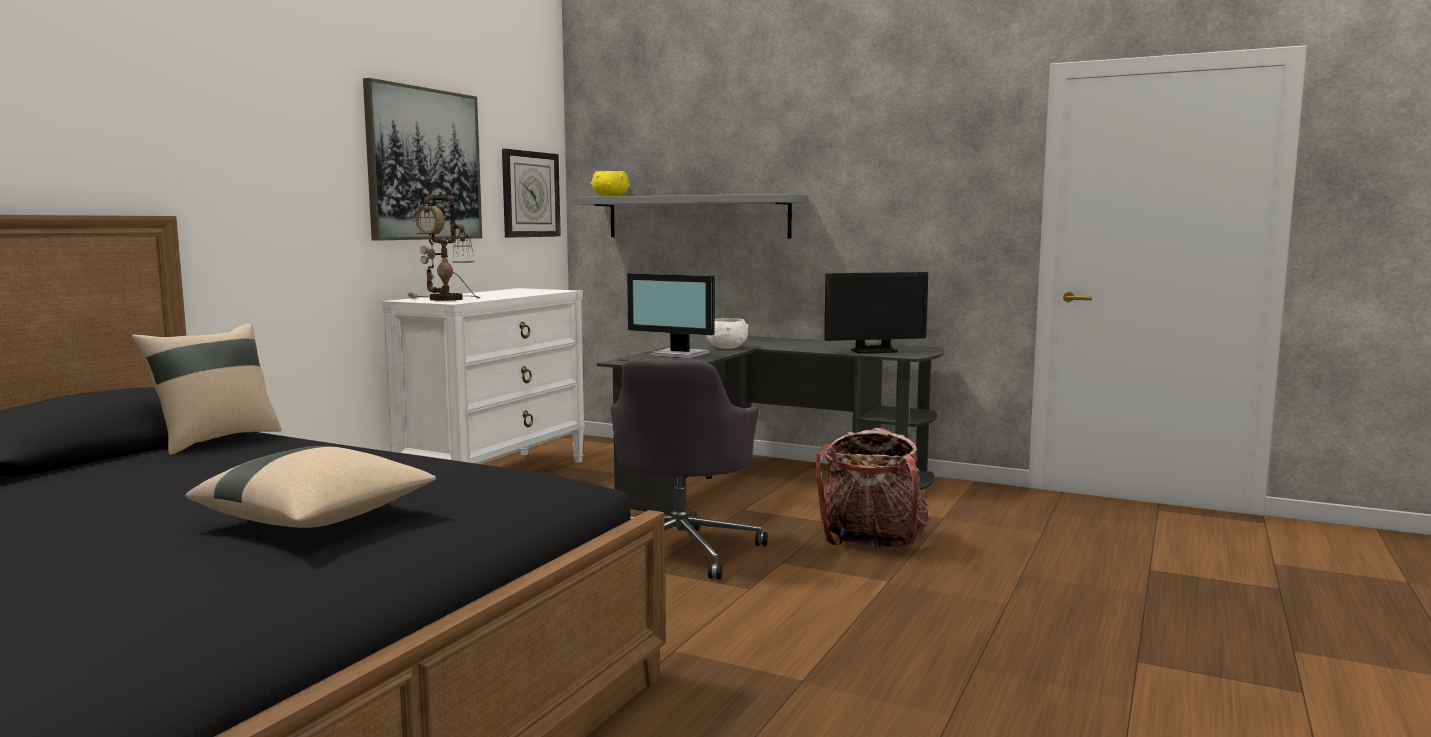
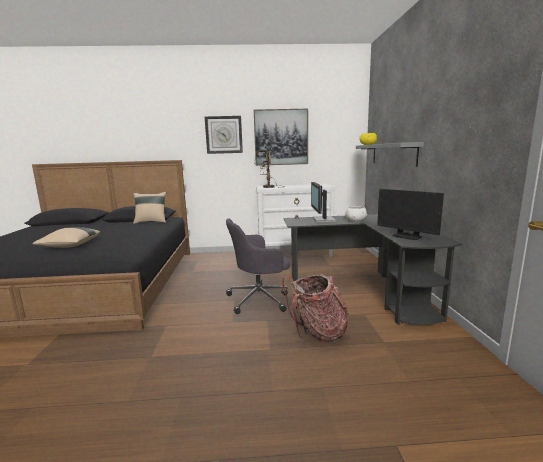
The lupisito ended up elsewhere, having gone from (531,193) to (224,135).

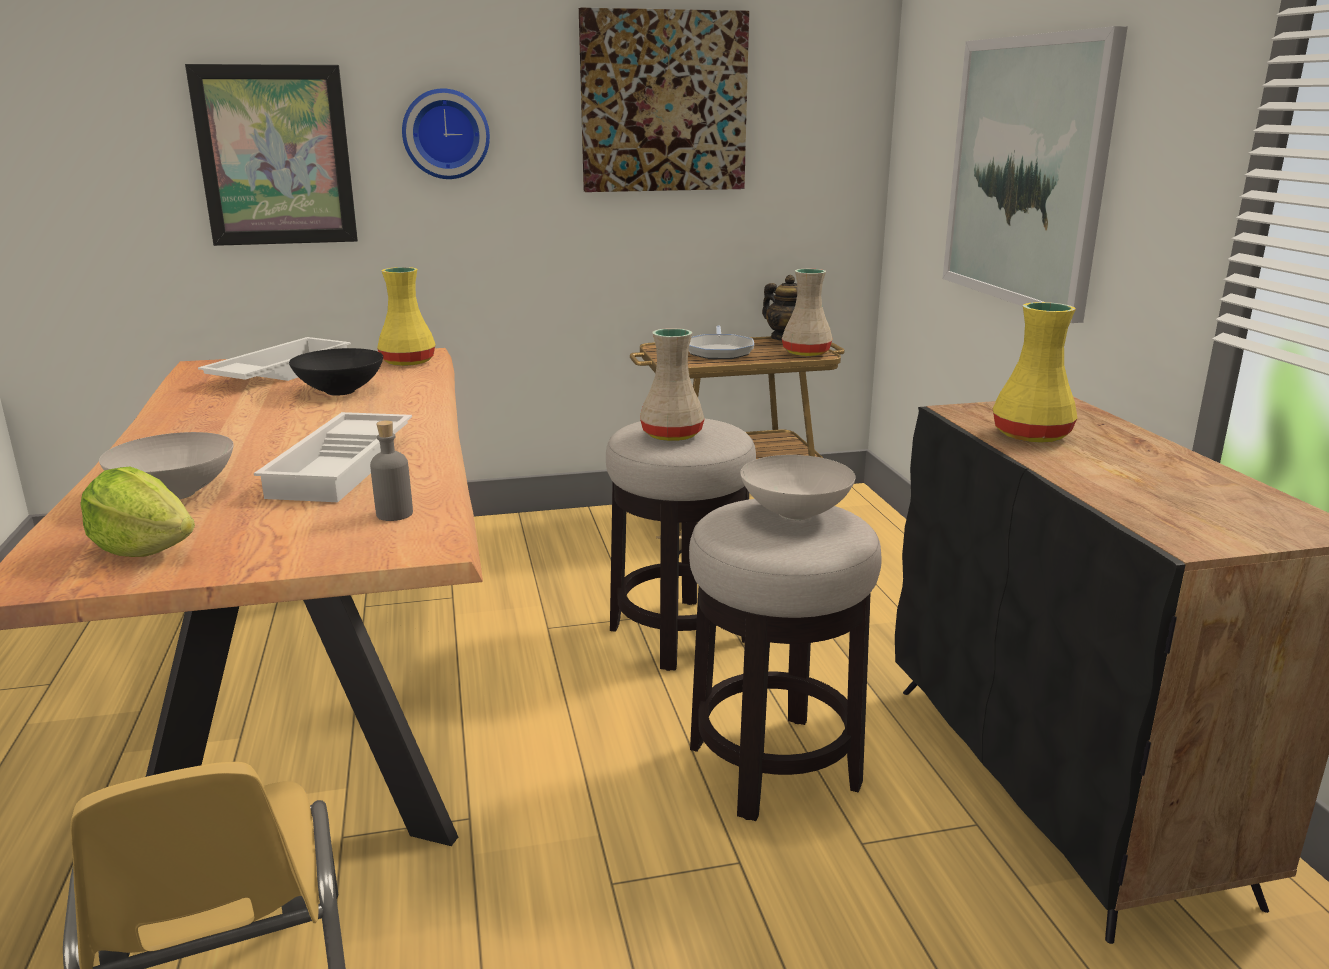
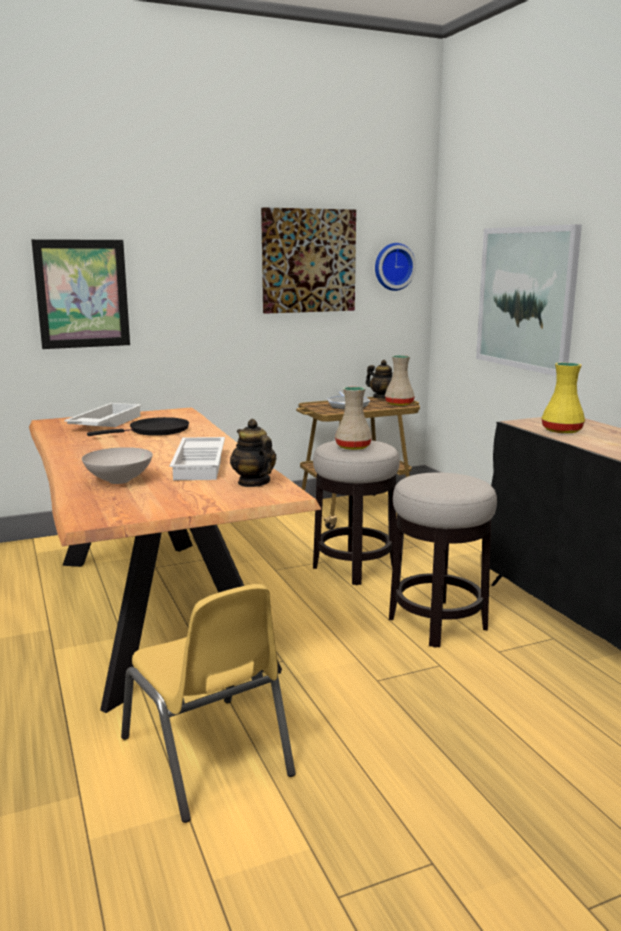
The second view lost the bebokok at (137,512).
The second view lost the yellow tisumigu at (406,316).
The second view lost the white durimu at (797,487).
The lupisito ended up elsewhere, having gone from (446,133) to (395,267).
Where the black durimu stood at (336,372), the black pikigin came to stand at (138,426).
Where the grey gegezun stood at (391,470), the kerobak came to stand at (253,453).

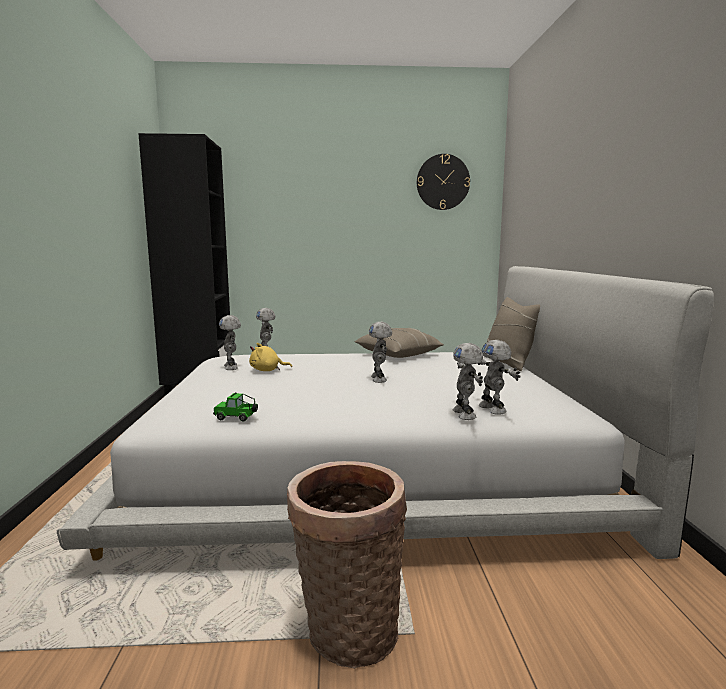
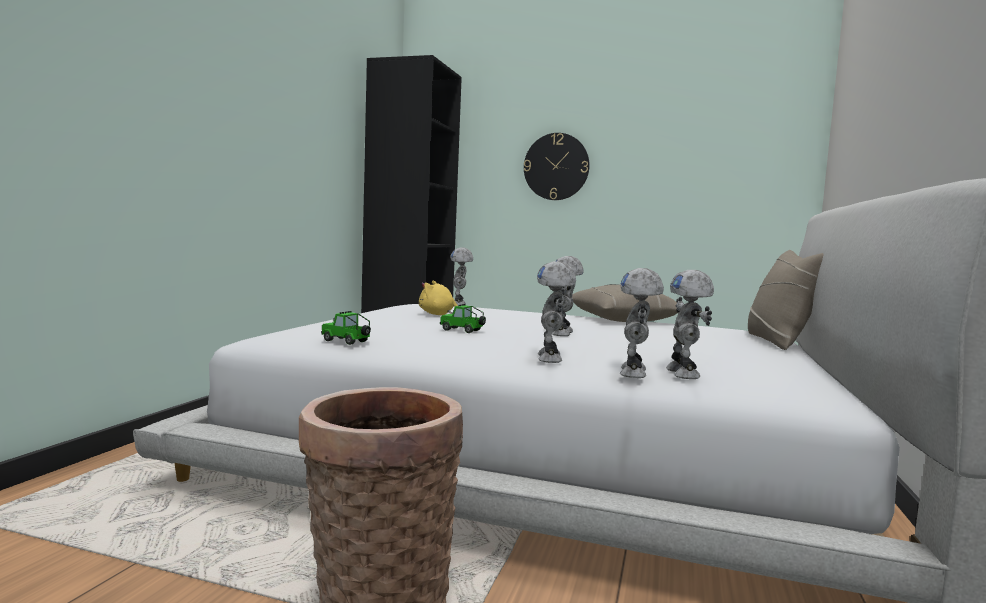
The second view gained the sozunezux at (463,318).
The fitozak ended up elsewhere, having gone from (230,342) to (556,312).
The lupisito ended up elsewhere, having gone from (443,182) to (557,166).

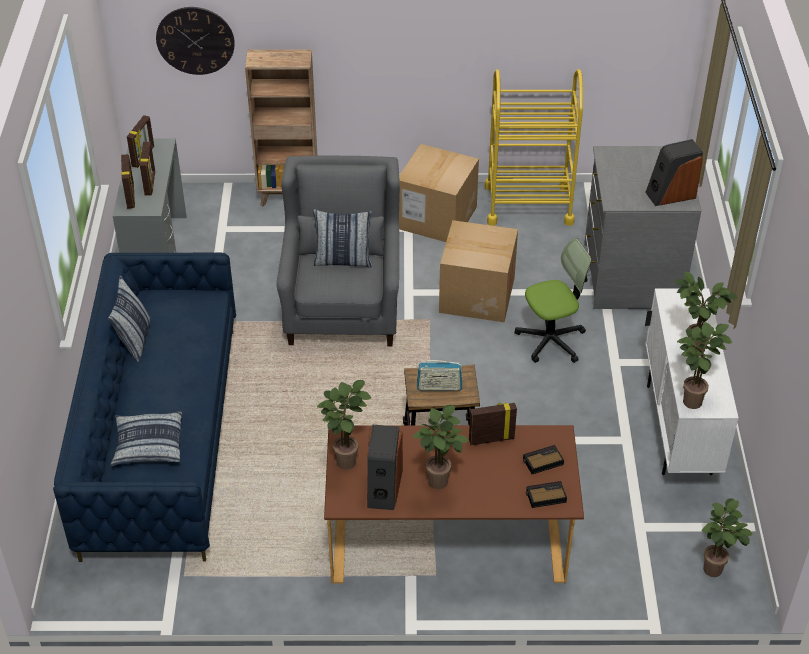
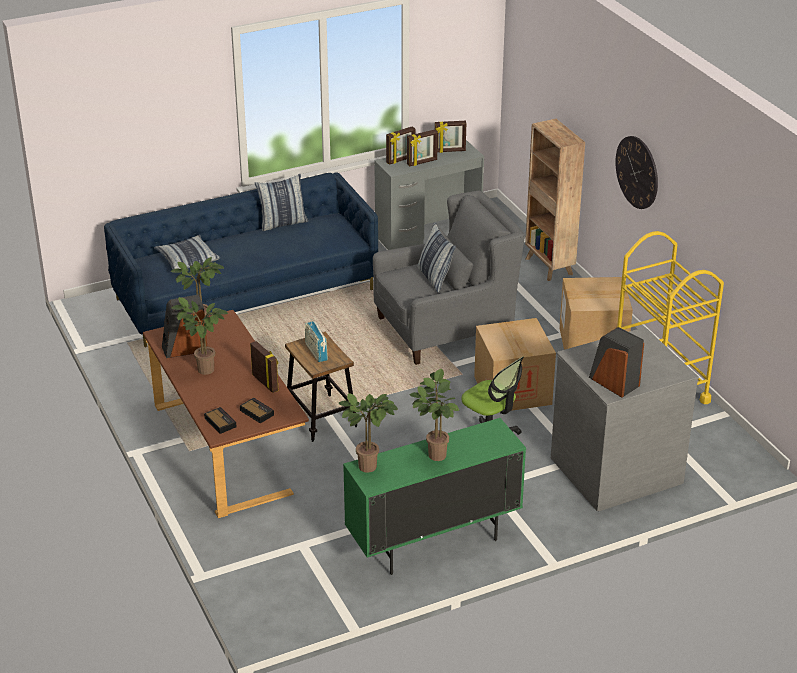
The second view lost the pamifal at (727,537).
The lupisito ended up elsewhere, having gone from (195,41) to (636,172).
What was the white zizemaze at (692,381) turned into the green zizemaze at (434,496).

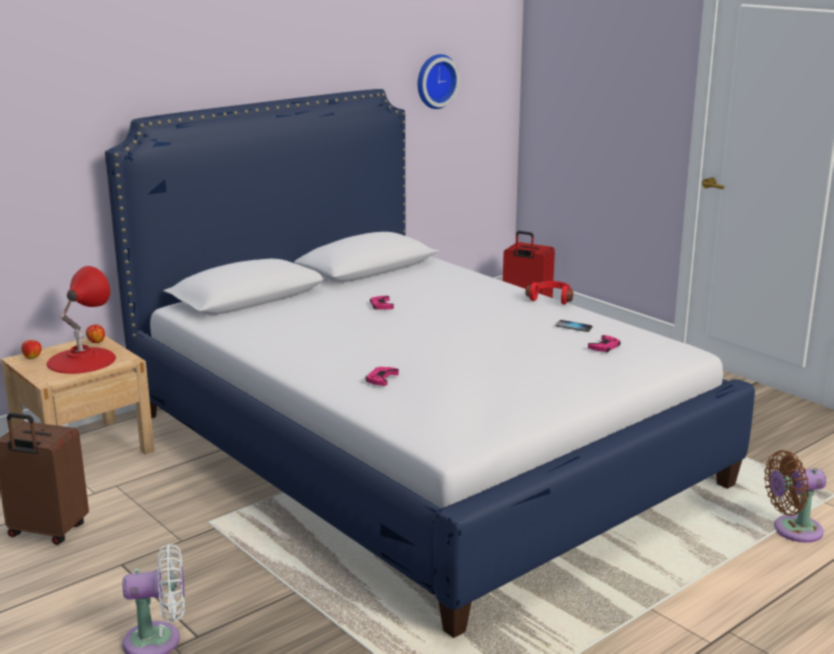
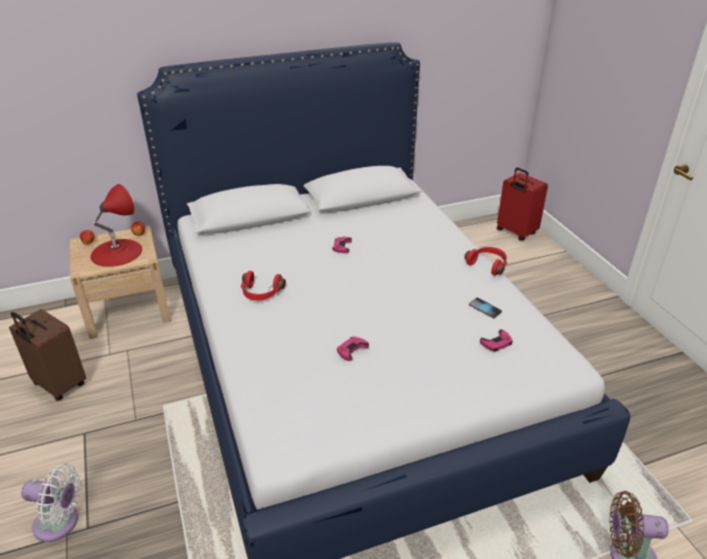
The second view lost the lupisito at (439,81).
The second view gained the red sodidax at (263,286).
The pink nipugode ended up elsewhere, having gone from (382,376) to (353,349).

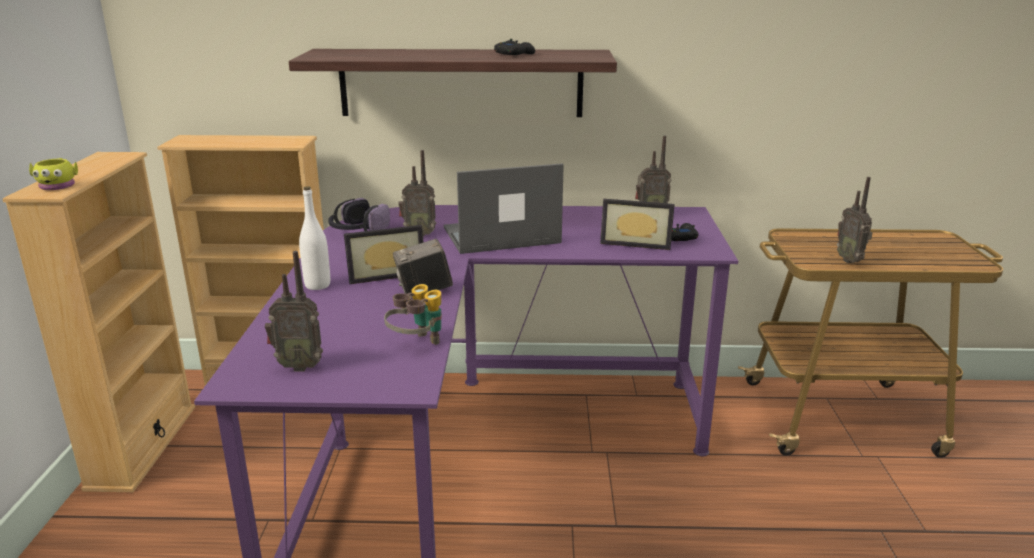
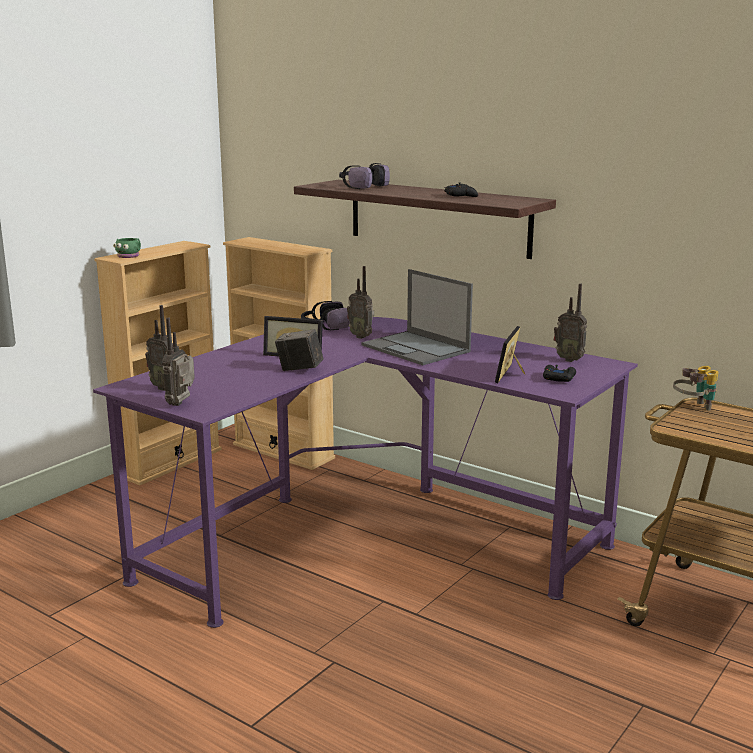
The second view lost the white gegezun at (314,238).
The second view gained the sodidax at (364,176).
The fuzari ended up elsewhere, having gone from (413,314) to (696,388).
The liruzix ended up elsewhere, having gone from (855,220) to (178,362).
What was the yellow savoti at (53,174) turned into the green savoti at (127,248).
The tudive at (504,208) ended up facing another way, 150 degrees counterclockwise from before.
The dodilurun at (637,224) ended up facing another way, 60 degrees clockwise from before.

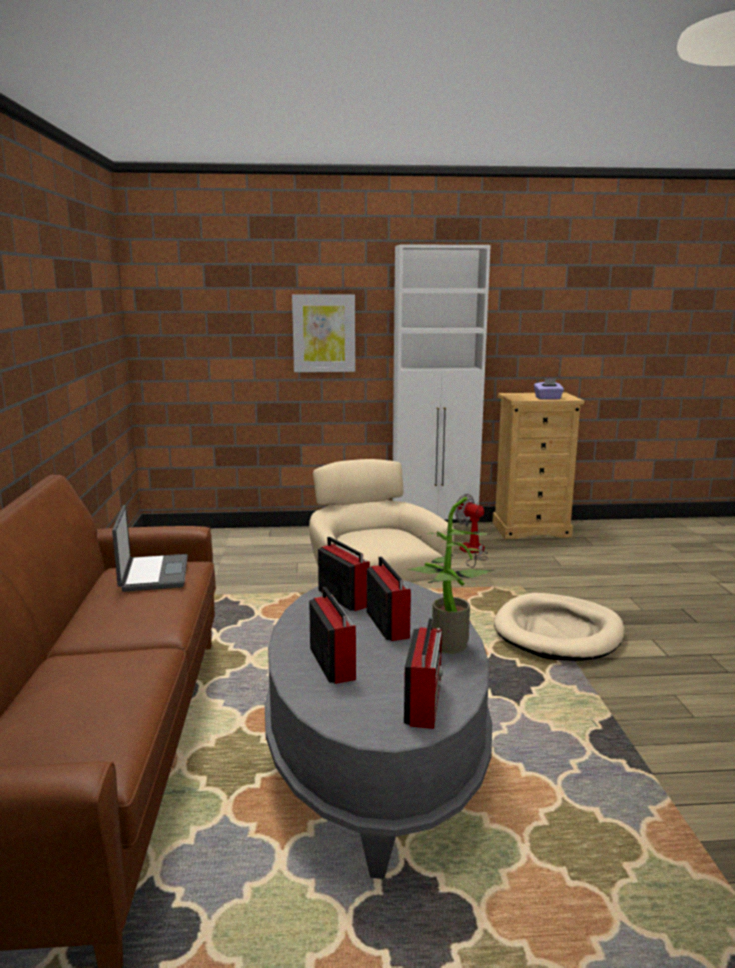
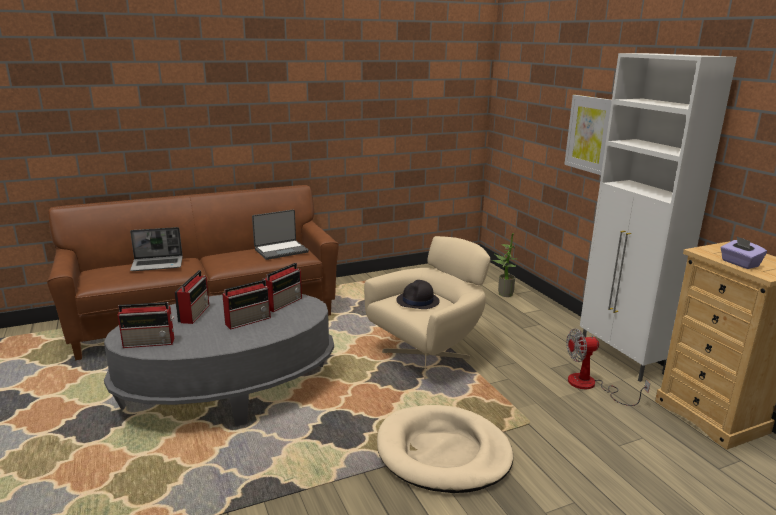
The second view gained the tudive at (156,249).
The second view gained the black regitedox at (418,294).
The pamifal ended up elsewhere, having gone from (451,575) to (505,265).
The liruzix at (332,635) ended up facing another way, 45 degrees counterclockwise from before.
The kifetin at (471,531) ended up facing another way, 120 degrees counterclockwise from before.

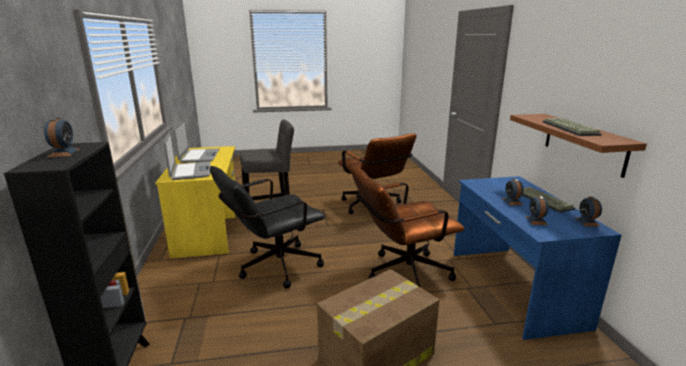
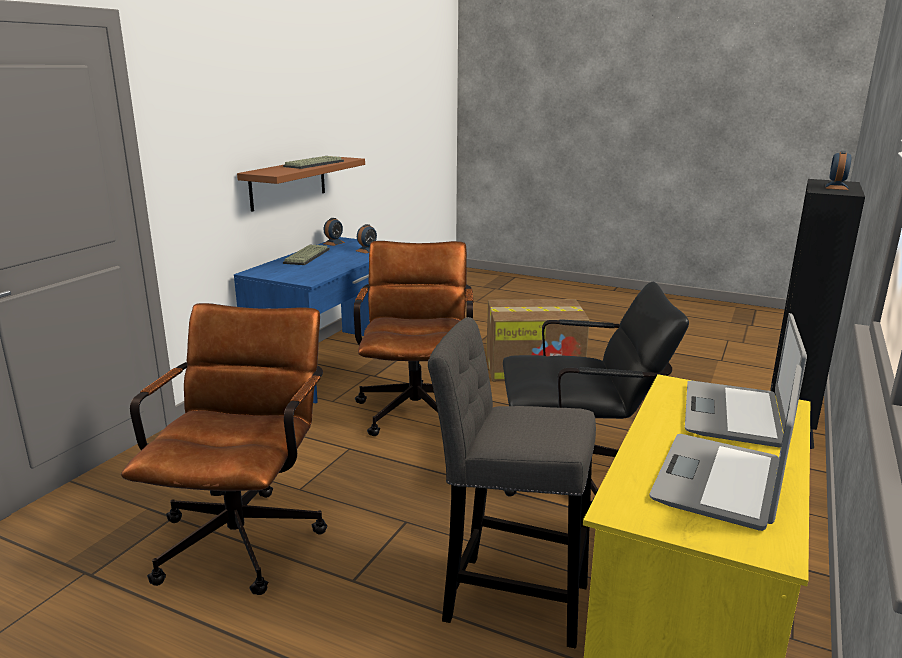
The second view lost the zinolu at (513,192).
The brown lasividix at (407,226) ended up facing another way, 105 degrees counterclockwise from before.

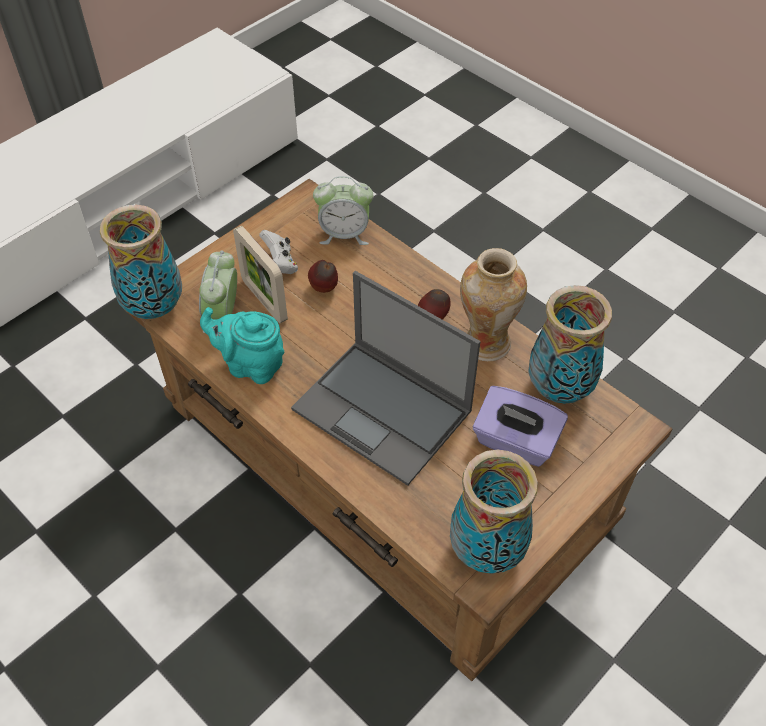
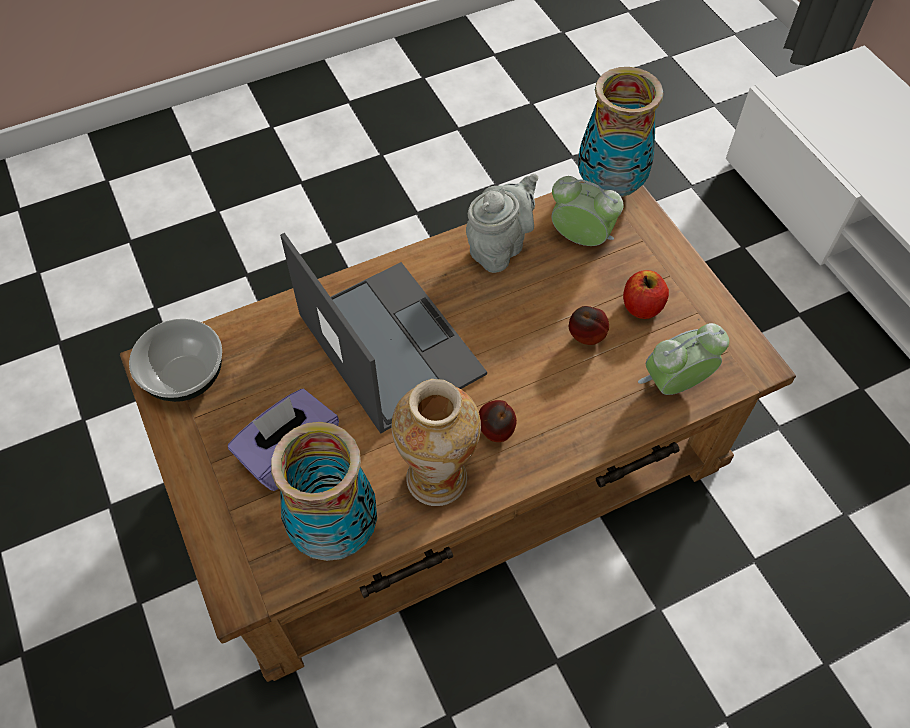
The second view lost the dodilurun at (260,274).
Where the white nipugode stood at (278,252), the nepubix came to stand at (646,294).
Where the tisumigu stood at (494,512), the durimu came to stand at (175,360).
What was the turquoise kerobak at (242,345) turned into the grey kerobak at (502,223).
The tudive at (386,378) ended up facing another way, 90 degrees clockwise from before.
The zinolu at (343,210) ended up facing another way, 45 degrees clockwise from before.

